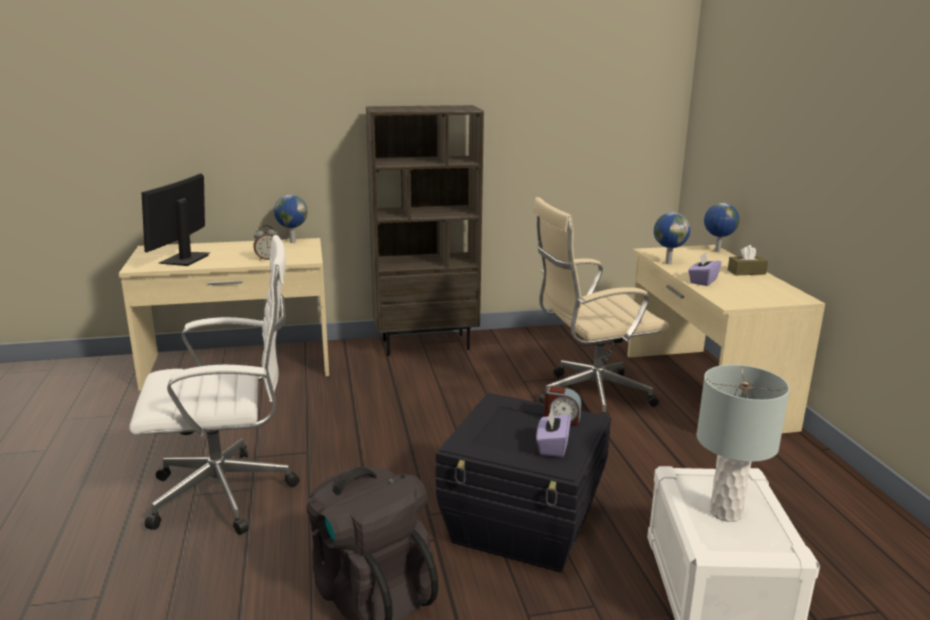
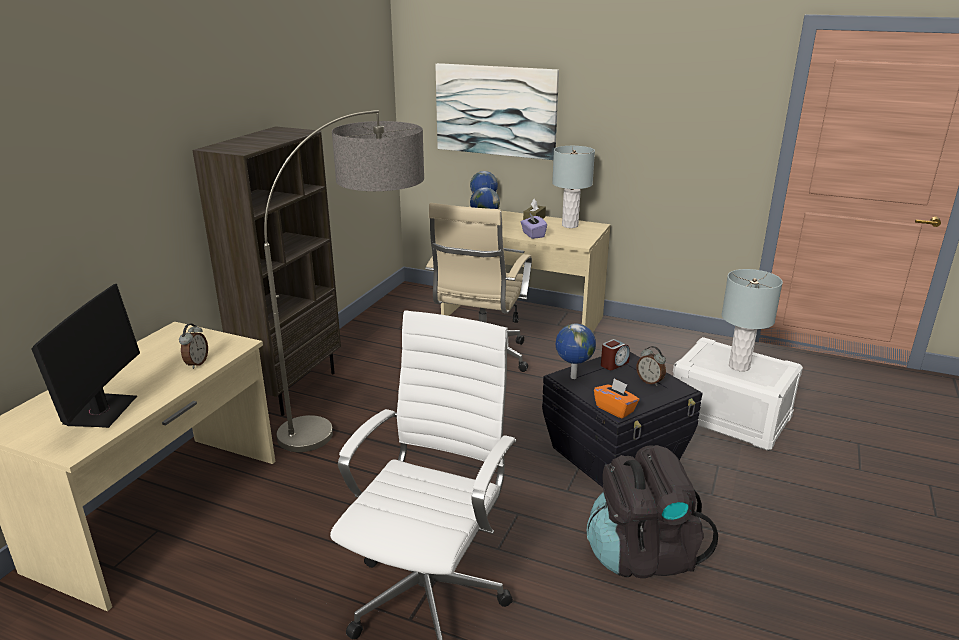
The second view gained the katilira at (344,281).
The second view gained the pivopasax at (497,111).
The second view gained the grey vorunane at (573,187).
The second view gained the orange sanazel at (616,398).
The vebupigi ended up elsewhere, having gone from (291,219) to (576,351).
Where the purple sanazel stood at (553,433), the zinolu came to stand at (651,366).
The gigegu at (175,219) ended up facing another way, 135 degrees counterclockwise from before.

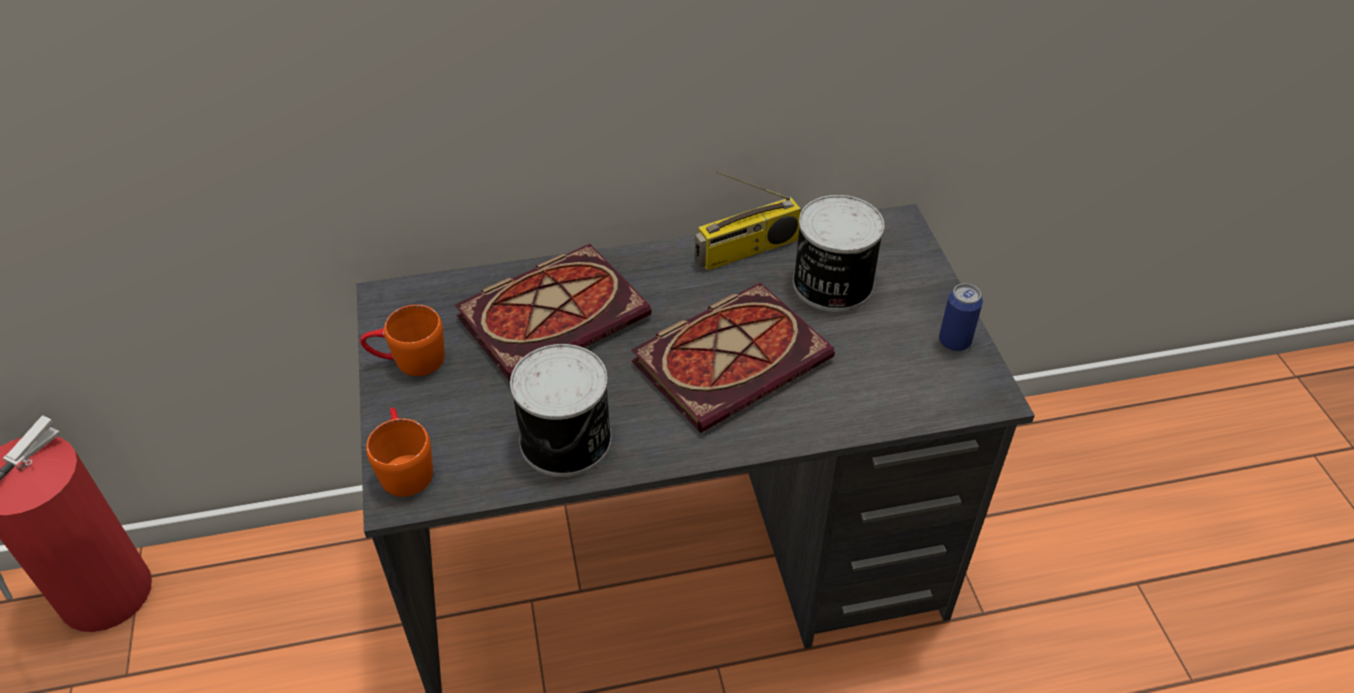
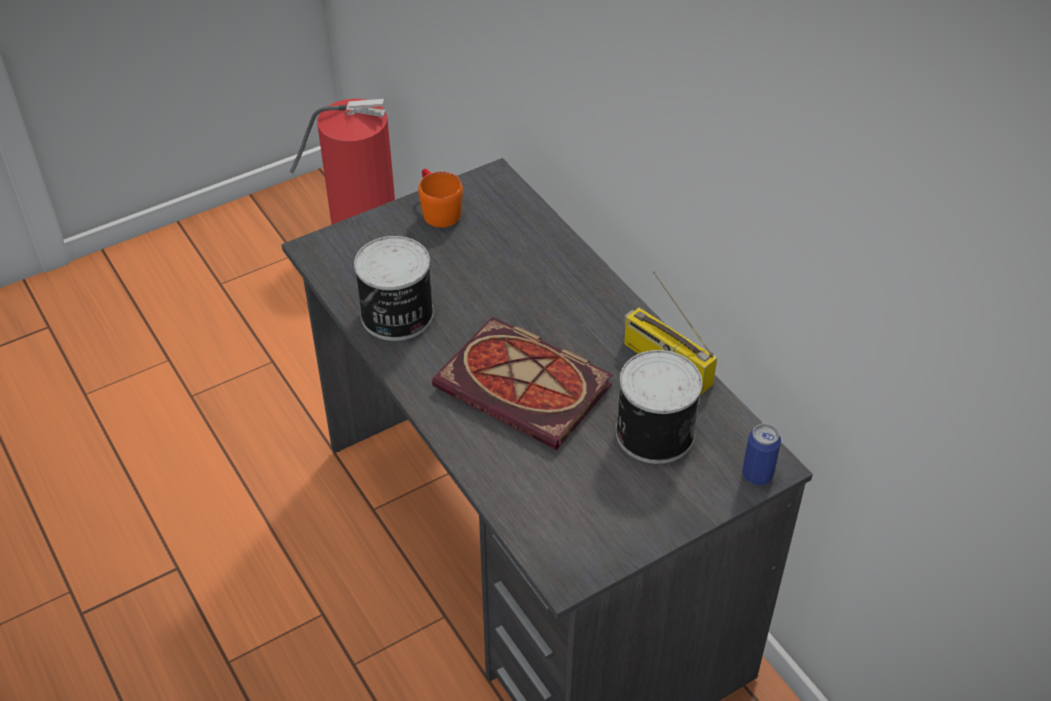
The second view lost the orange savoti at (399,452).
The second view lost the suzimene at (553,312).
The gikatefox ended up elsewhere, having gone from (961,317) to (761,454).

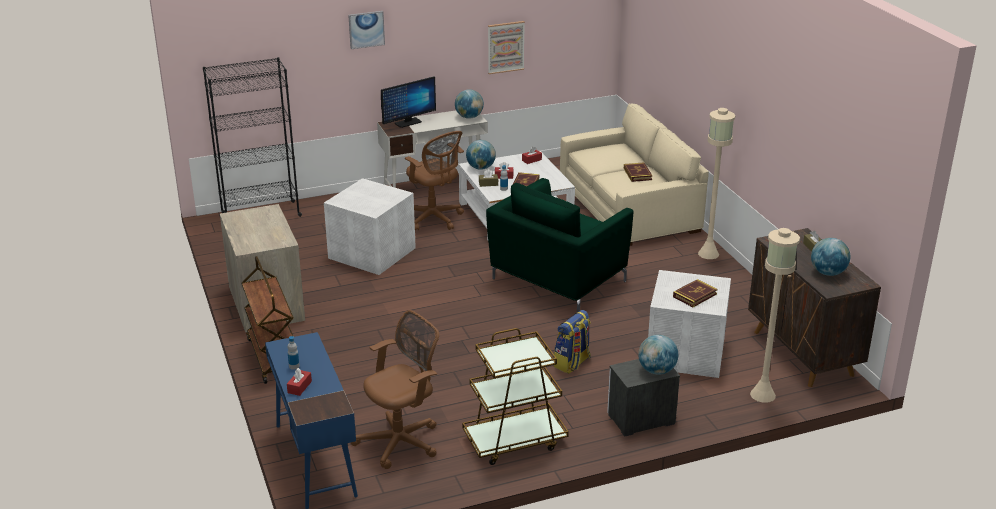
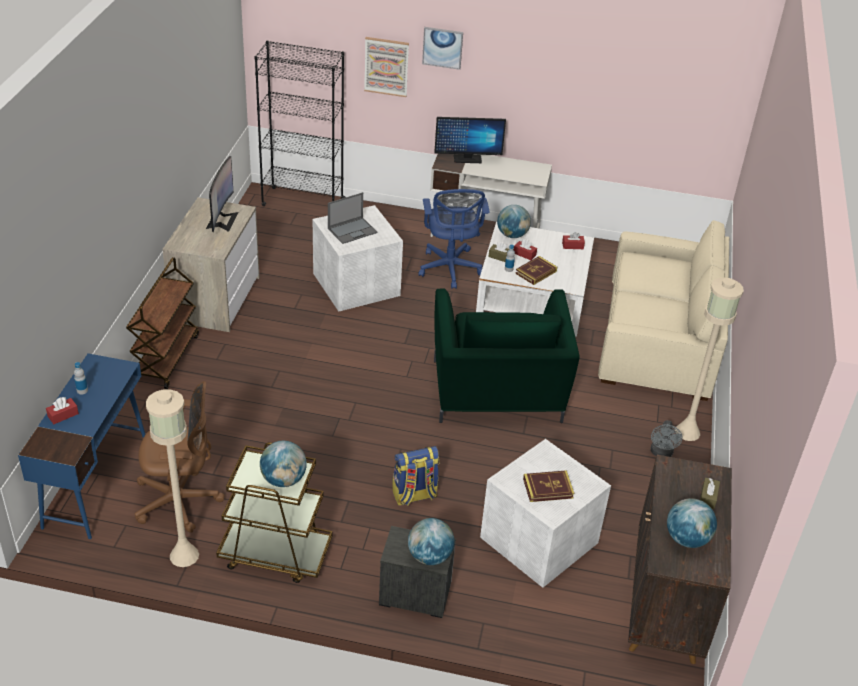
The second view lost the suzimene at (638,172).
The second view gained the gigegu at (222,194).
The second view gained the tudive at (353,218).
The second view gained the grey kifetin at (667,438).
The vebupigi ended up elsewhere, having gone from (469,104) to (283,464).
The pivopasax ended up elsewhere, having gone from (506,47) to (386,67).
The beige katilira ended up elsewhere, having gone from (775,315) to (172,478).
What was the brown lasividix at (434,181) turned into the blue lasividix at (454,239).
The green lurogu at (560,245) ended up facing another way, 75 degrees counterclockwise from before.

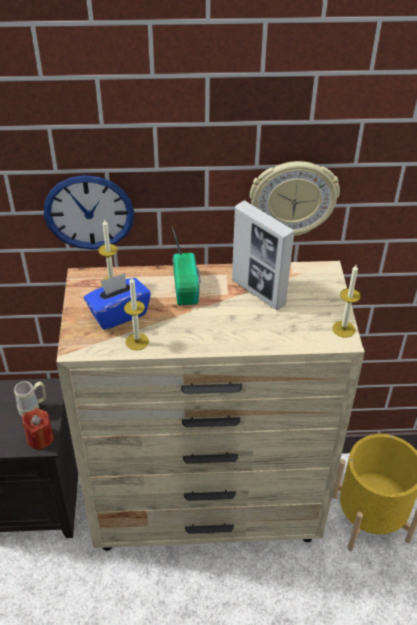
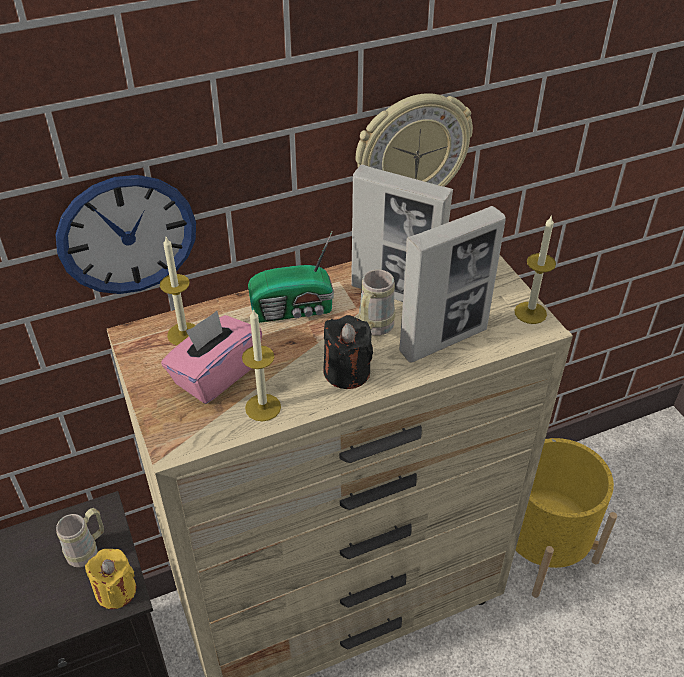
The second view gained the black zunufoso at (348,352).
The second view gained the beige savoti at (377,302).
The second view gained the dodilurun at (452,284).
What was the red zunufoso at (38,428) turned into the yellow zunufoso at (110,579).
What was the blue sanazel at (117,301) turned into the pink sanazel at (211,357).
The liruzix at (186,266) ended up facing another way, 105 degrees clockwise from before.

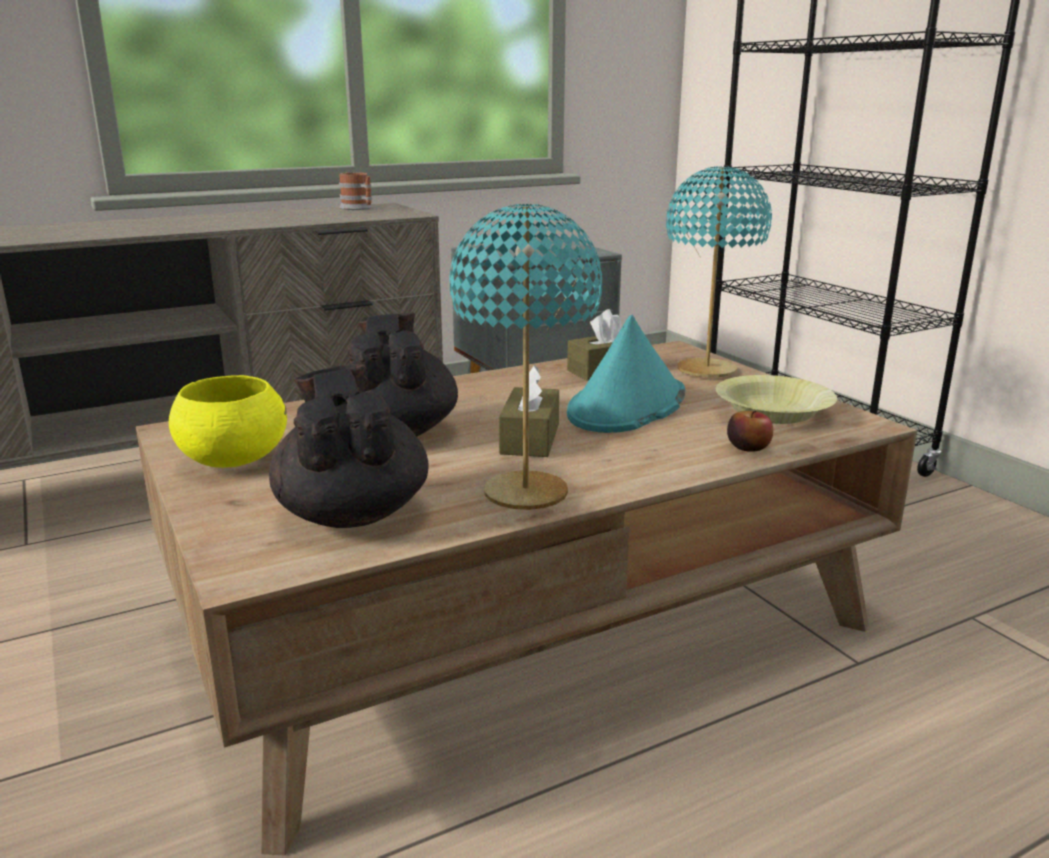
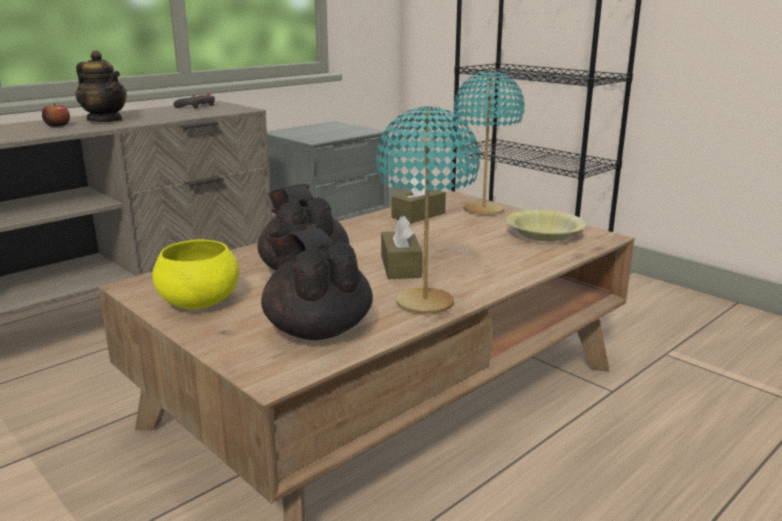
The second view lost the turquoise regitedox at (626,374).
The second view gained the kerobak at (101,86).
The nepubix ended up elsewhere, having gone from (750,431) to (56,115).
Where the savoti stood at (355,191), the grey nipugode came to stand at (194,101).

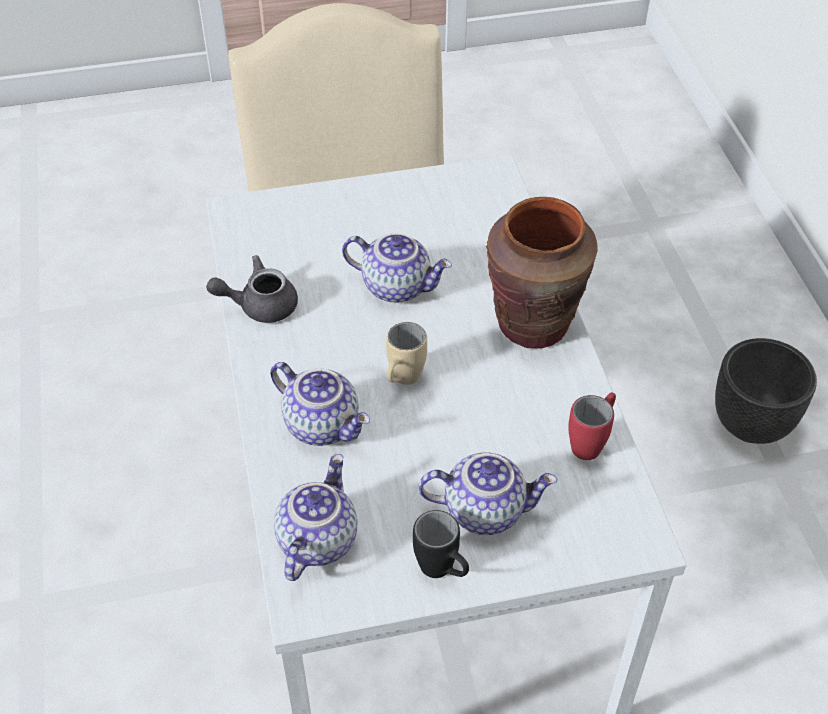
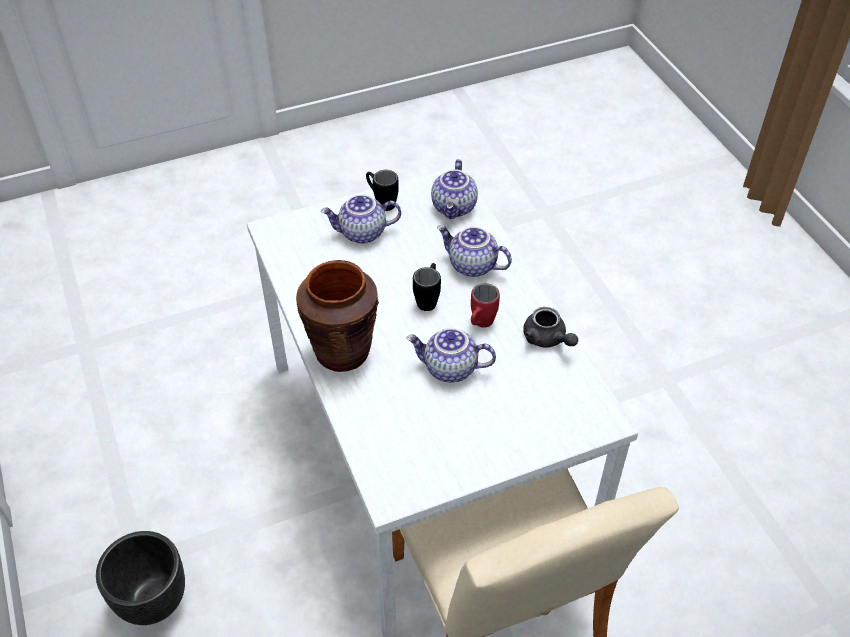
The red savoti ended up elsewhere, having gone from (592,426) to (485,305).
What was the beige savoti at (406,353) turned into the black savoti at (427,287).
The grey kerobak at (252,289) ended up facing another way, 75 degrees clockwise from before.

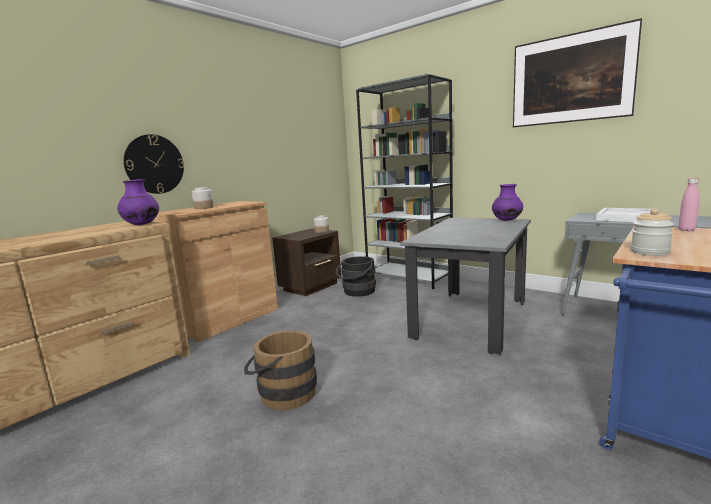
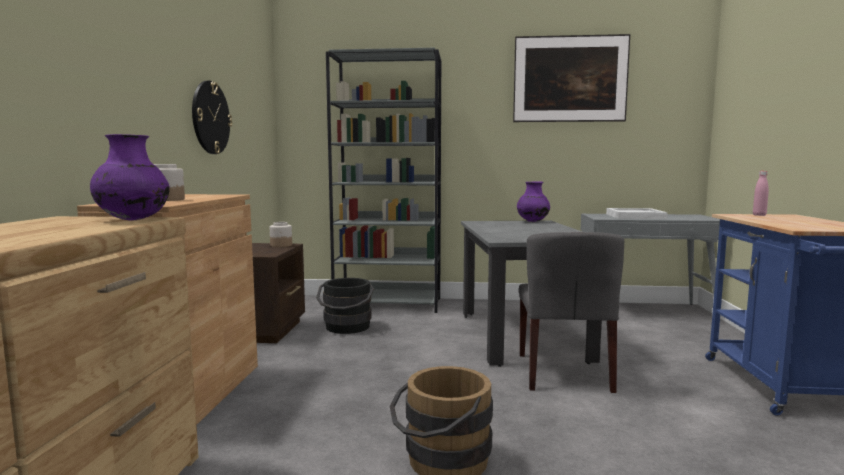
The second view lost the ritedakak at (652,232).
The second view gained the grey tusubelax at (571,312).
The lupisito ended up elsewhere, having gone from (154,164) to (212,117).

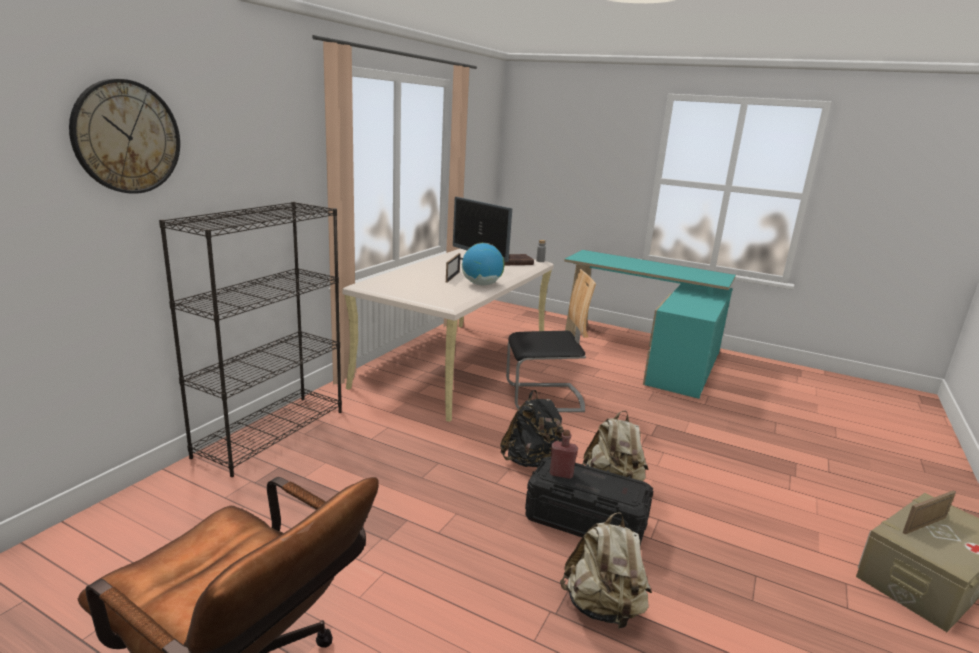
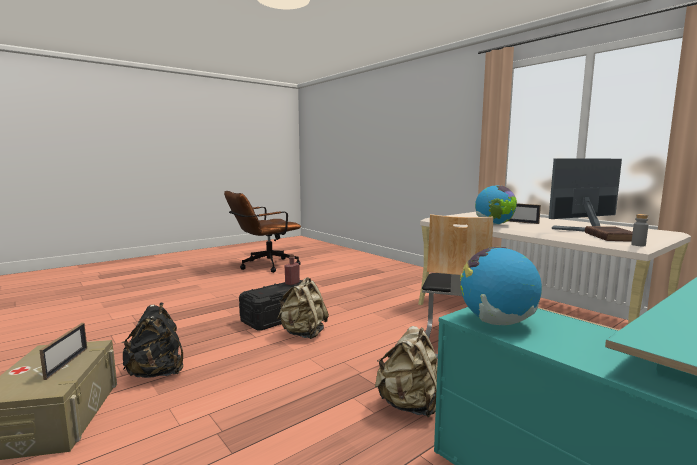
The second view lost the lupisito at (124,136).
The second view lost the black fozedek at (250,339).
The second view gained the vebupigi at (501,286).
The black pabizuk ended up elsewhere, having gone from (532,428) to (152,340).
The beige pabizuk ended up elsewhere, having gone from (606,571) to (406,371).

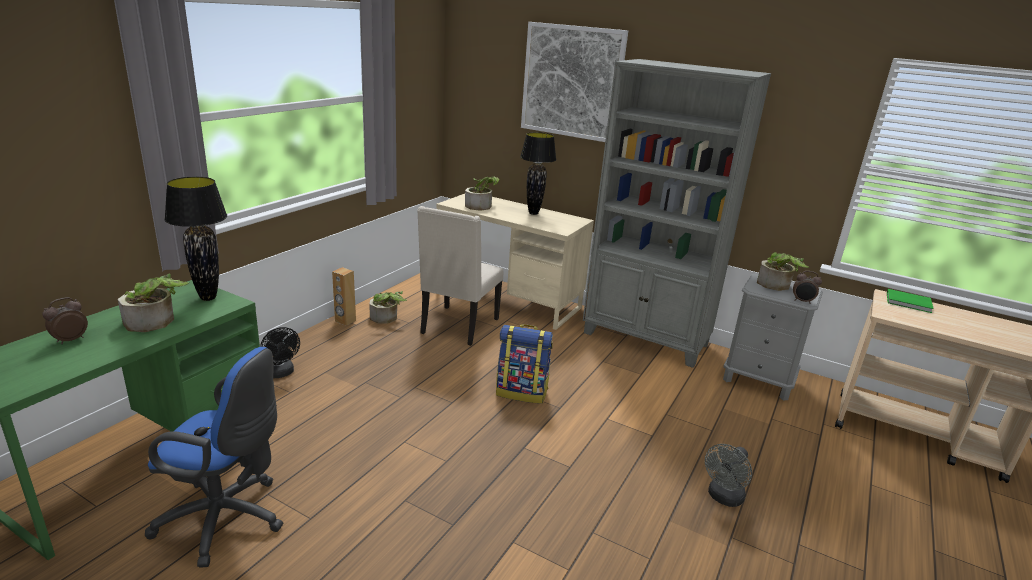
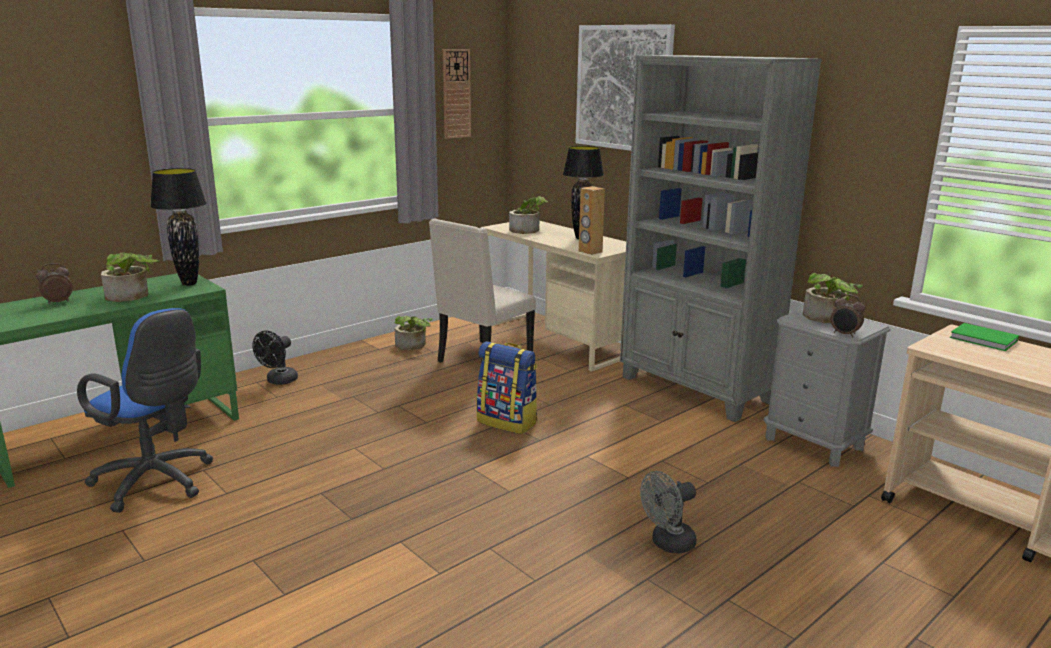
The second view gained the lupisito at (457,94).
The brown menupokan ended up elsewhere, having gone from (344,296) to (592,220).
The black kifetin at (280,352) ended up facing another way, 45 degrees clockwise from before.

